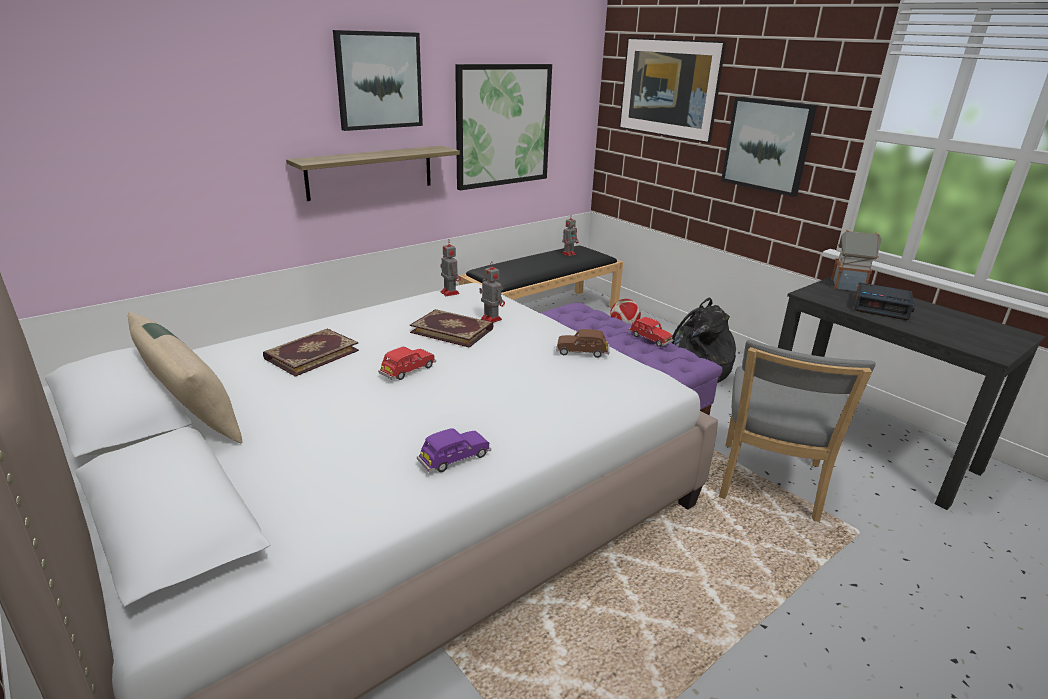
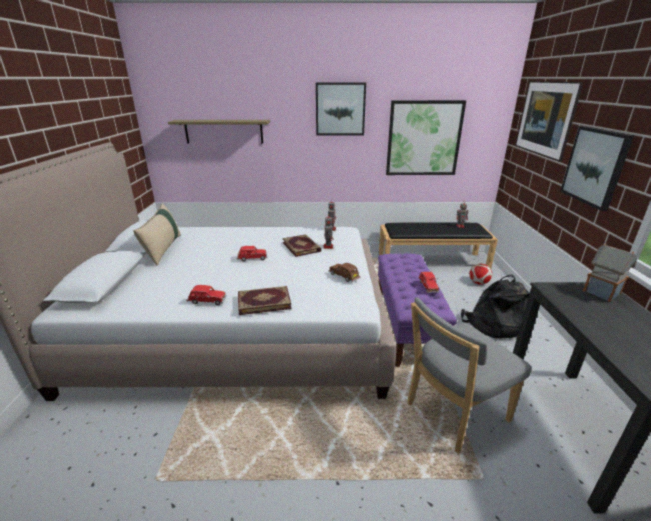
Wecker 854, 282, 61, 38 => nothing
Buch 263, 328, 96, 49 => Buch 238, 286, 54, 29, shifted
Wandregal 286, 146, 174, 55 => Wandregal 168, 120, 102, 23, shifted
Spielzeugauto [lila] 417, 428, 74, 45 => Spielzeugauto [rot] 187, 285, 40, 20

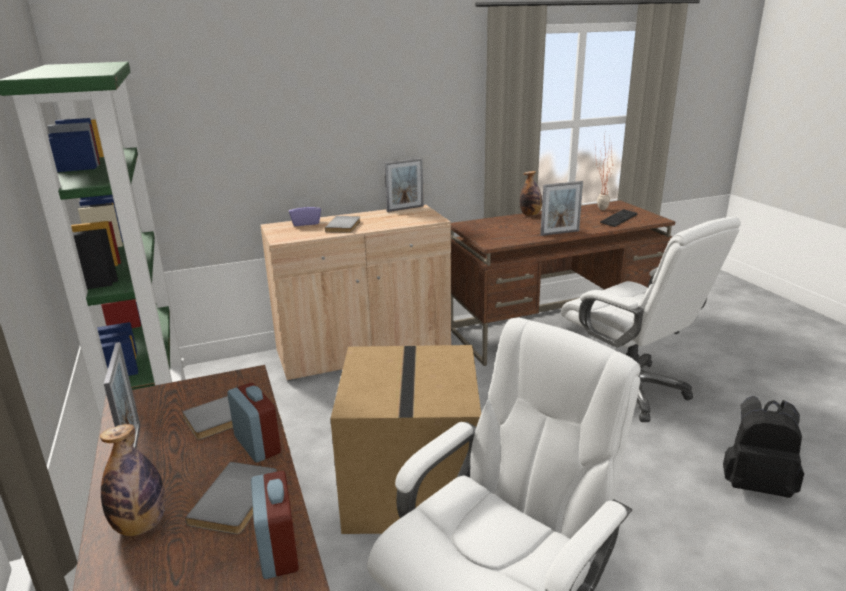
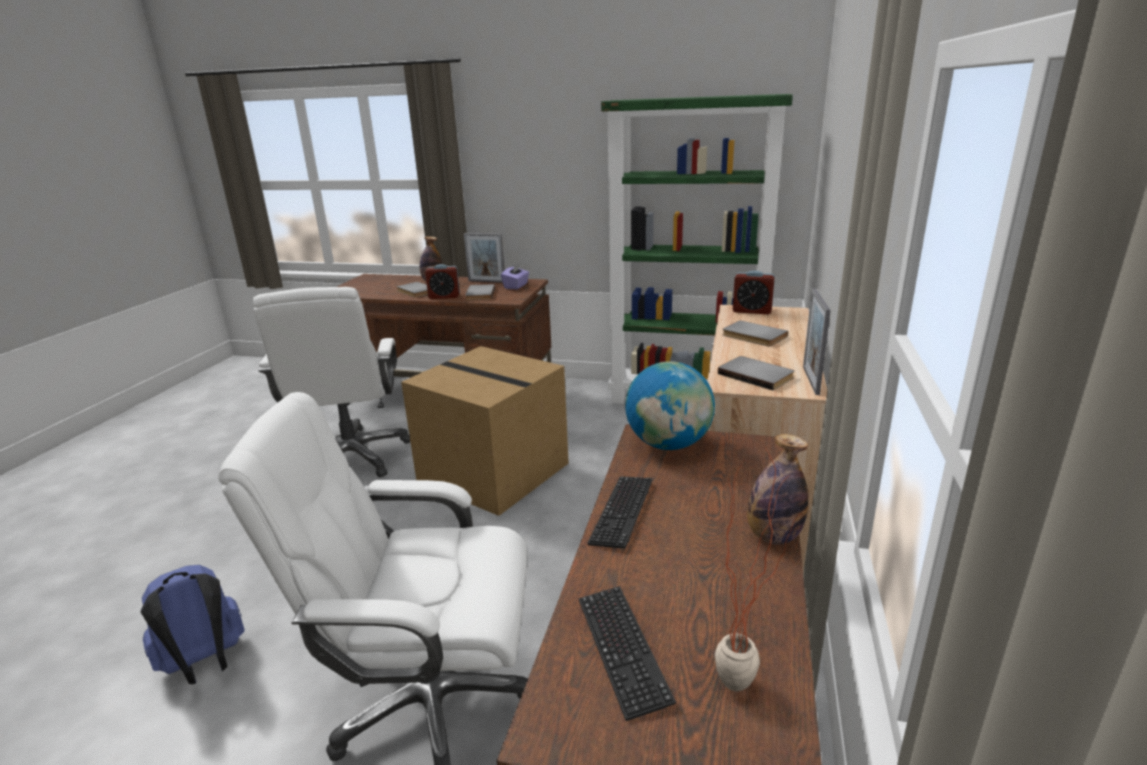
nothing => Globus 625, 361, 90, 89
nothing => Buch [grau] 718, 356, 76, 35
Wecker 251, 471, 48, 108 => Wecker 733, 271, 42, 43, shifted
Taschentuchbox [lila] 289, 199, 32, 27 => Taschentuchbox [lila] 501, 263, 28, 26, shifted
Bilderrahmen 540, 181, 43, 55 => Tastatur 587, 476, 65, 73
Rucksack [schwarz] 723, 396, 81, 102 => Rucksack [blau] 141, 565, 104, 119

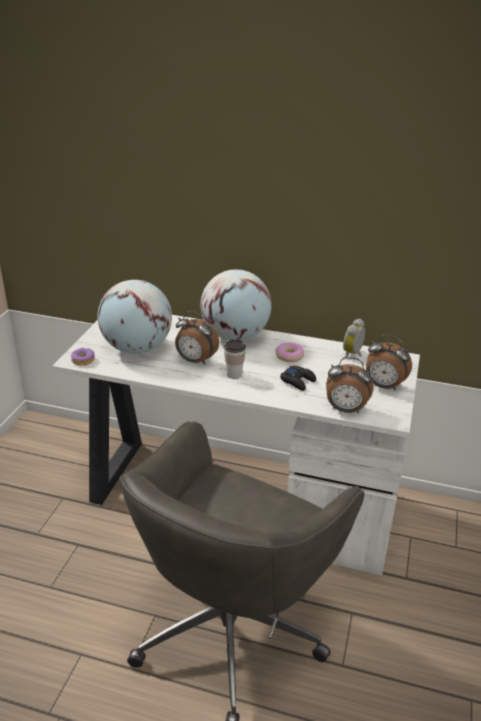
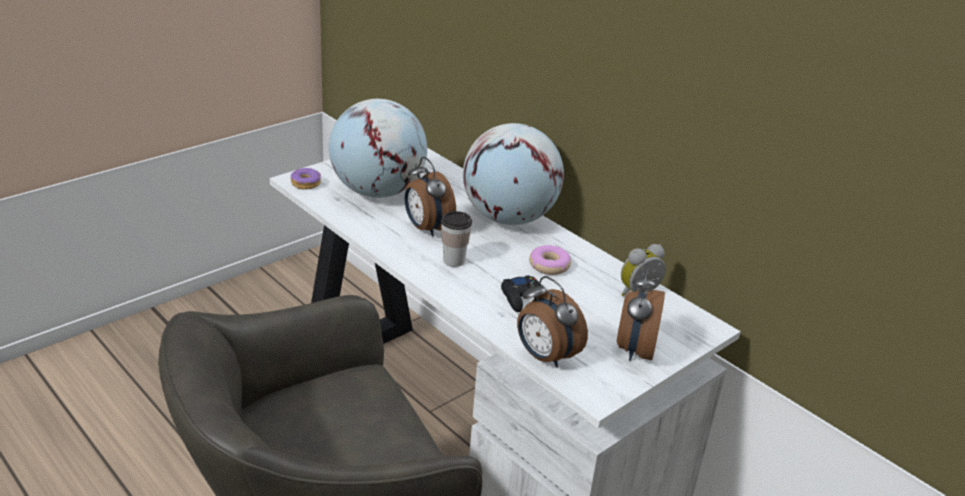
Wecker 366, 335, 46, 56 => Wecker 617, 269, 48, 92, 45 degrees clockwise

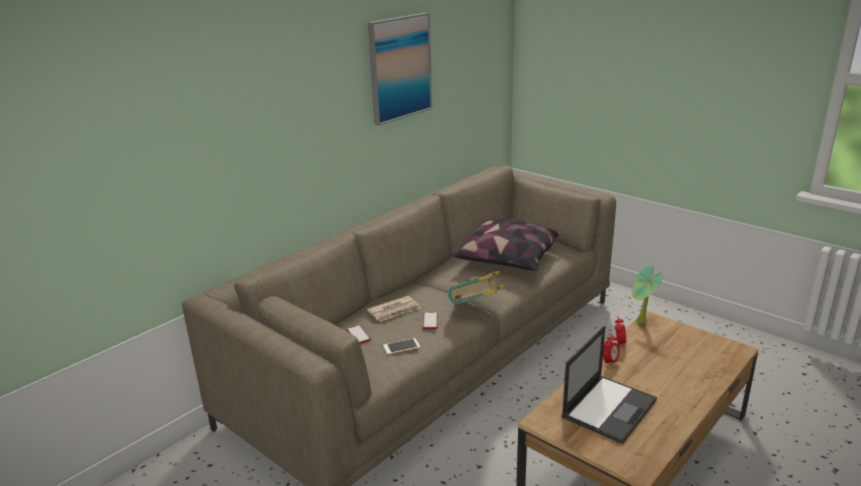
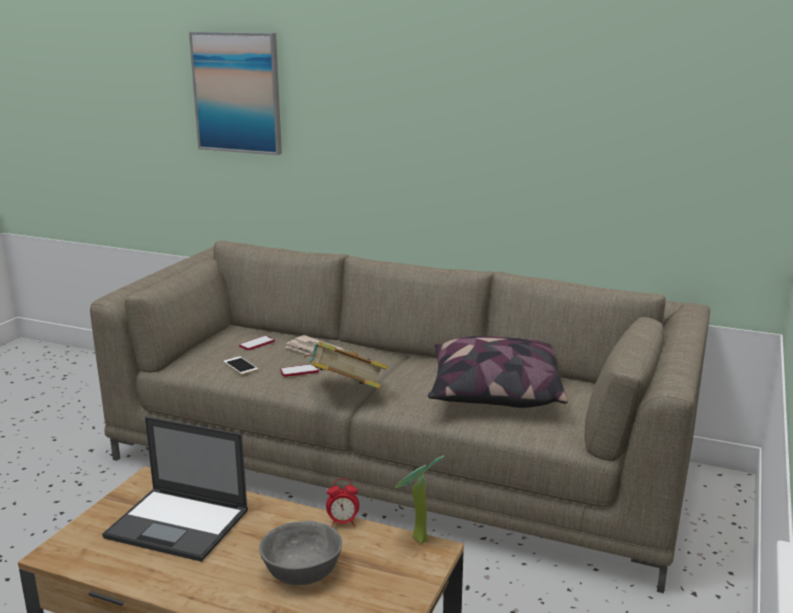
Wecker 603, 333, 16, 34 => nothing
nothing => Schüssel [grau] 259, 521, 83, 64
Bild 368, 13, 64, 113 => Bild 189, 32, 93, 123, shifted

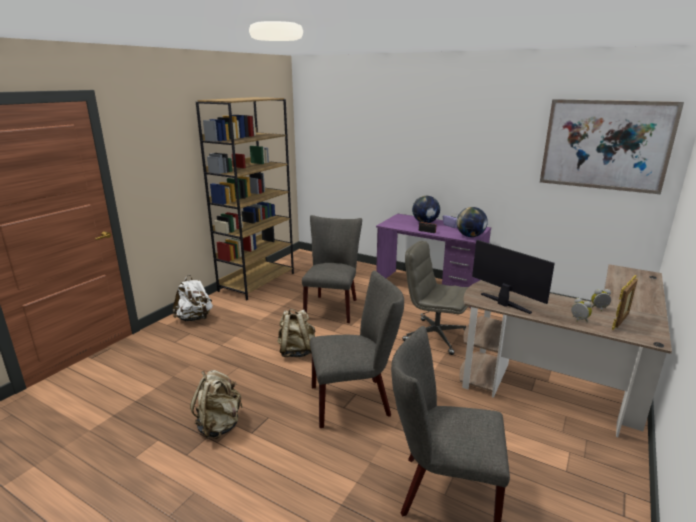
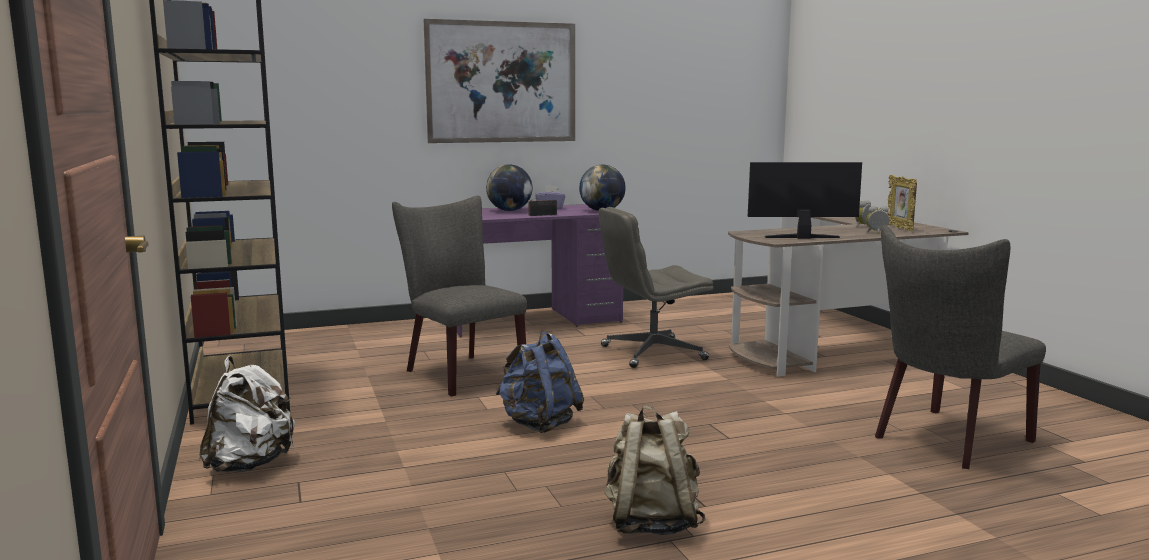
Stuhl [grau] 310, 271, 94, 157 => nothing
Bild 540, 99, 144, 95 => Bild 423, 19, 152, 124, shifted
Rucksack [beige] 277, 309, 38, 48 => Rucksack [blau] 496, 332, 88, 101

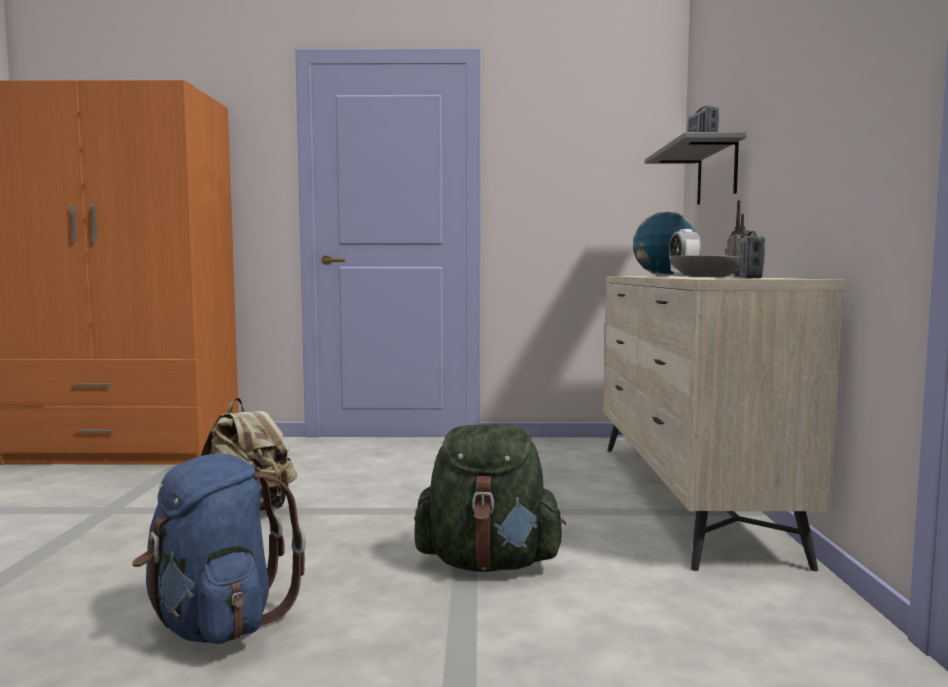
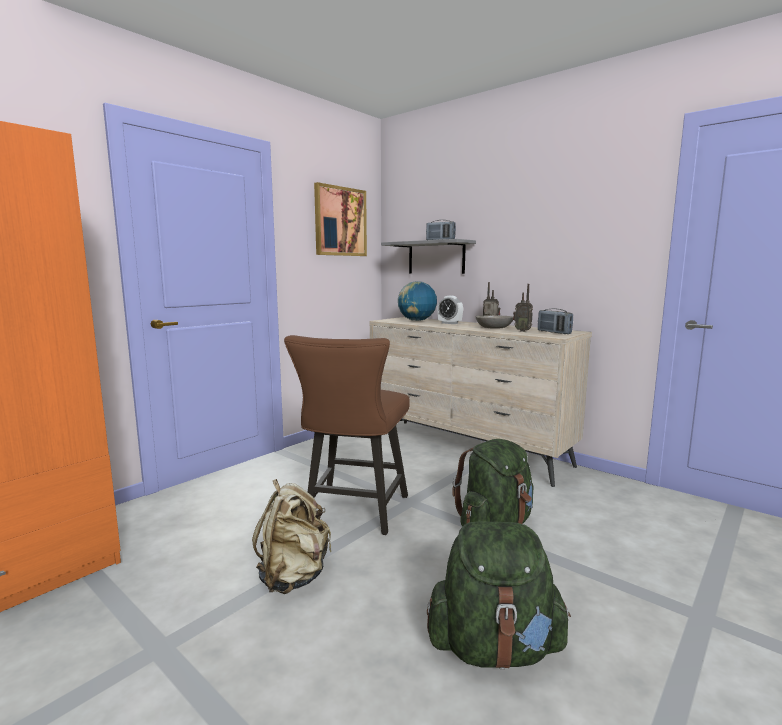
nothing => Stuhl [braun] 284, 335, 126, 200
nothing => Bild 314, 182, 53, 74
nothing => Radio 513, 284, 20, 48
Rucksack [blau] 132, 454, 174, 190 => Rucksack [grün] 427, 521, 144, 149

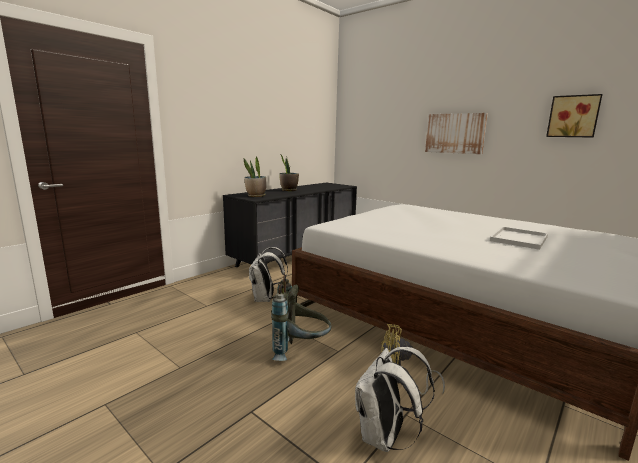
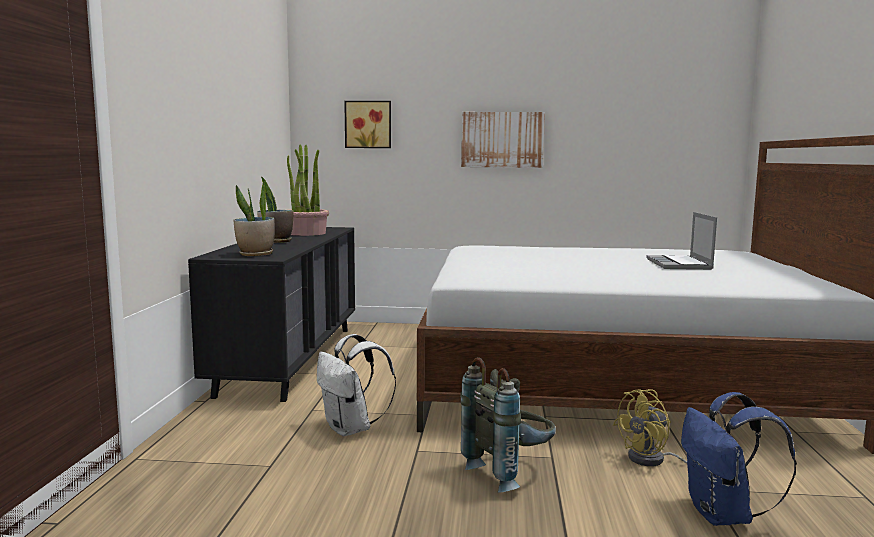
nothing => Topfpflanze 287, 145, 42, 91
Bild 546, 94, 57, 44 => Bild 344, 101, 47, 47, shifted
Tablett [weiß] 490, 227, 58, 23 => Laptop 646, 212, 71, 58
Rucksack [weiß] 355, 347, 80, 105 => Rucksack [blau] 681, 392, 116, 134

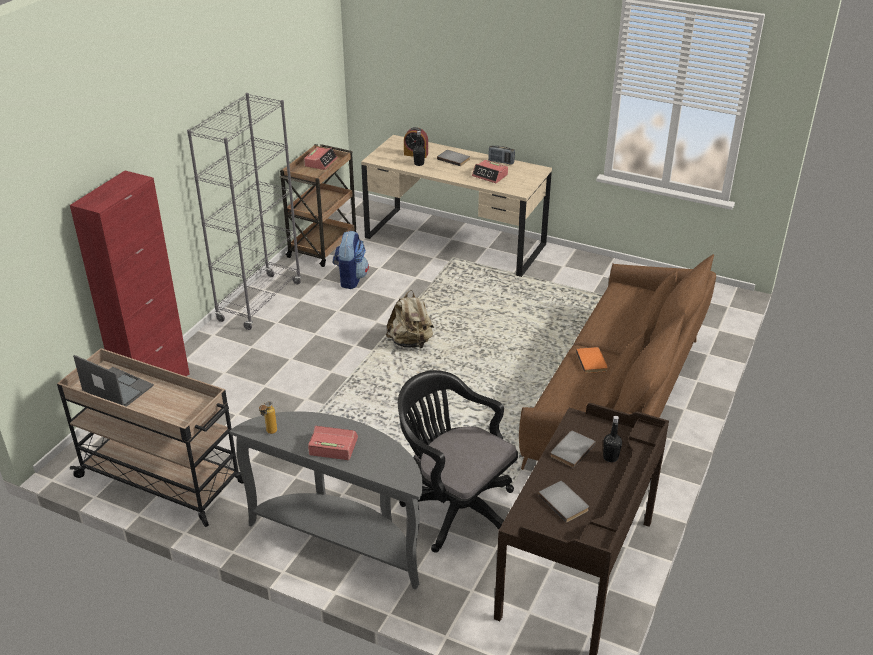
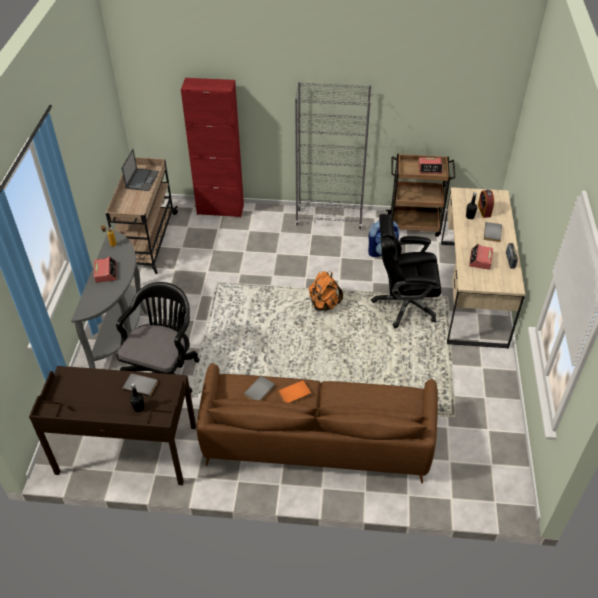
nothing => Bürostuhl [schwarz] 371, 214, 70, 114
Buch [grau] 538, 481, 51, 42 => Buch [grau] 243, 376, 32, 25, shifted
Rucksack [beige] 386, 290, 48, 59 => Rucksack [orange] 309, 271, 34, 40

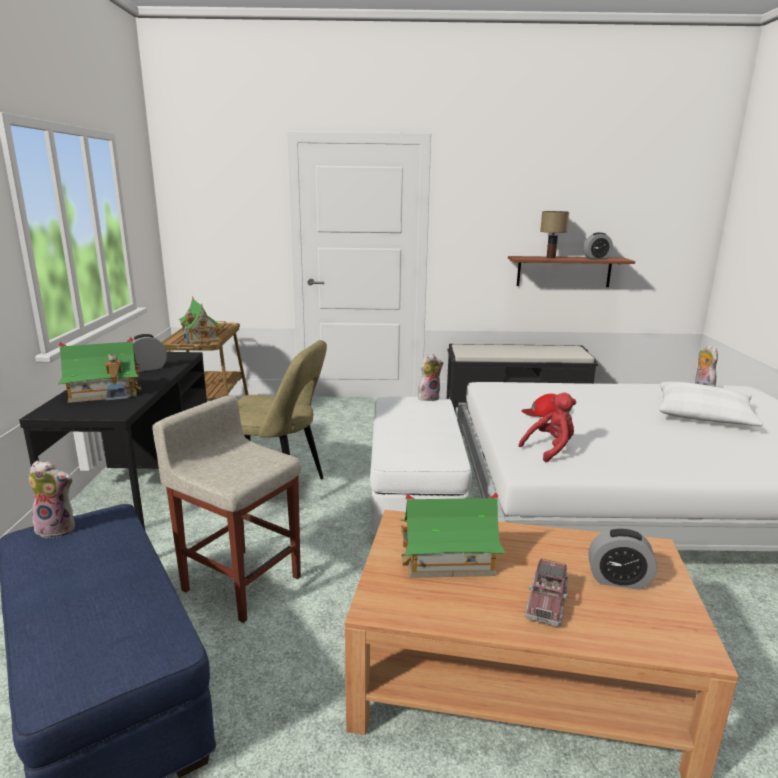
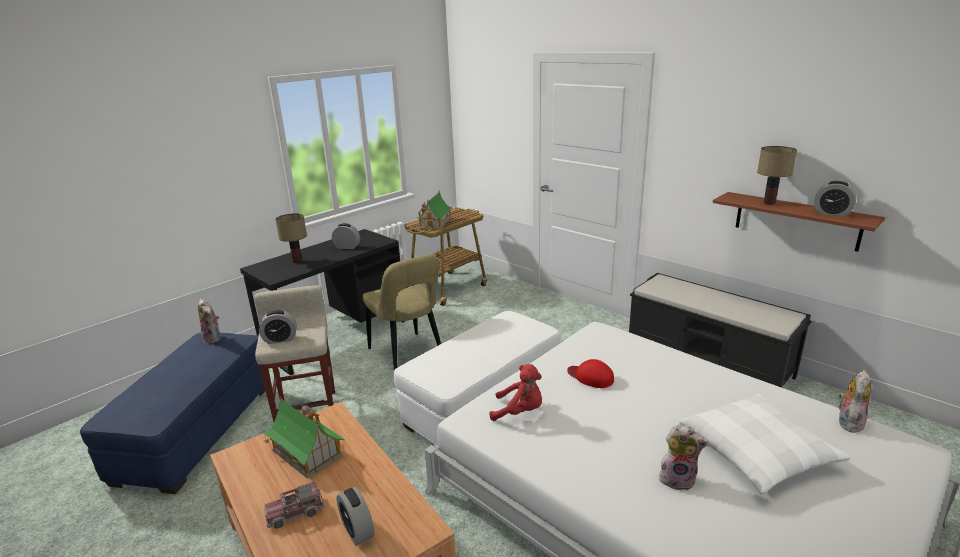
nothing => Wecker 259, 310, 38, 34
Plüschtier 418, 354, 25, 47 => Plüschtier 659, 424, 50, 67, shifted
Spielzeughaus 58, 337, 84, 66 => Tischlampe 275, 213, 32, 50

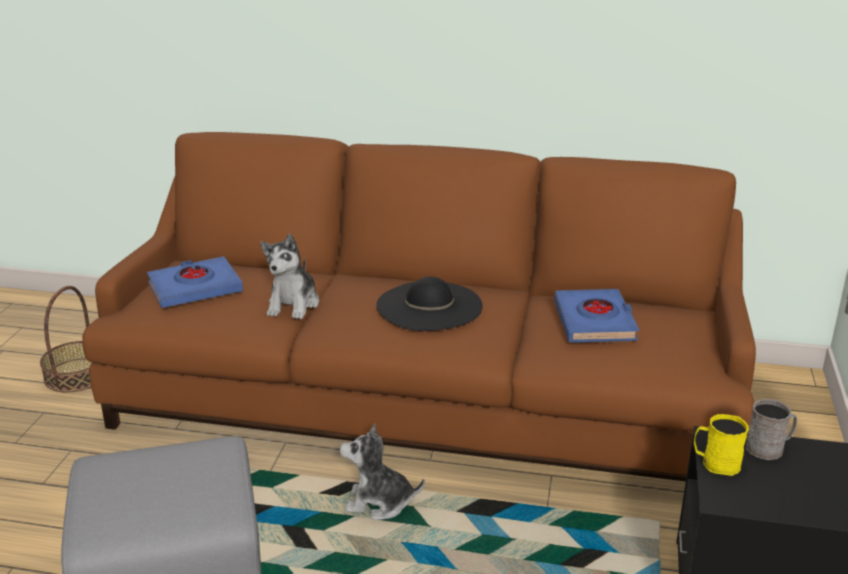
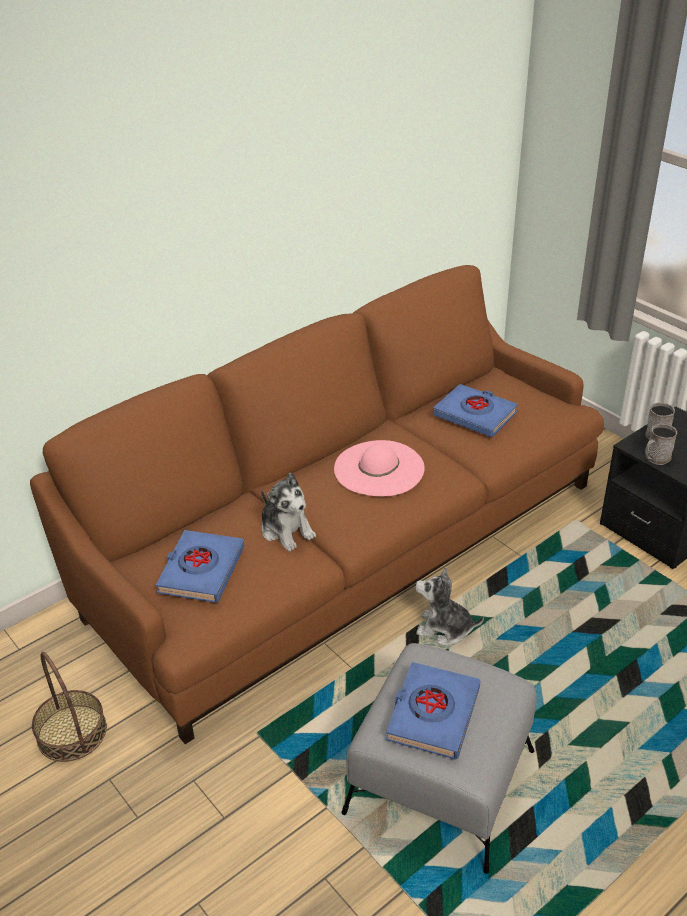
nothing => Buch [blau] 385, 662, 95, 98
Hut [schwarz] 376, 276, 107, 55 => Hut [rosa] 334, 440, 91, 56
Henkelbecher [gelb] 694, 414, 55, 62 => Henkelbecher [grau] 645, 424, 32, 41
Plüschtier 340, 423, 85, 97 => Plüschtier 415, 566, 69, 79, 60 degrees clockwise

